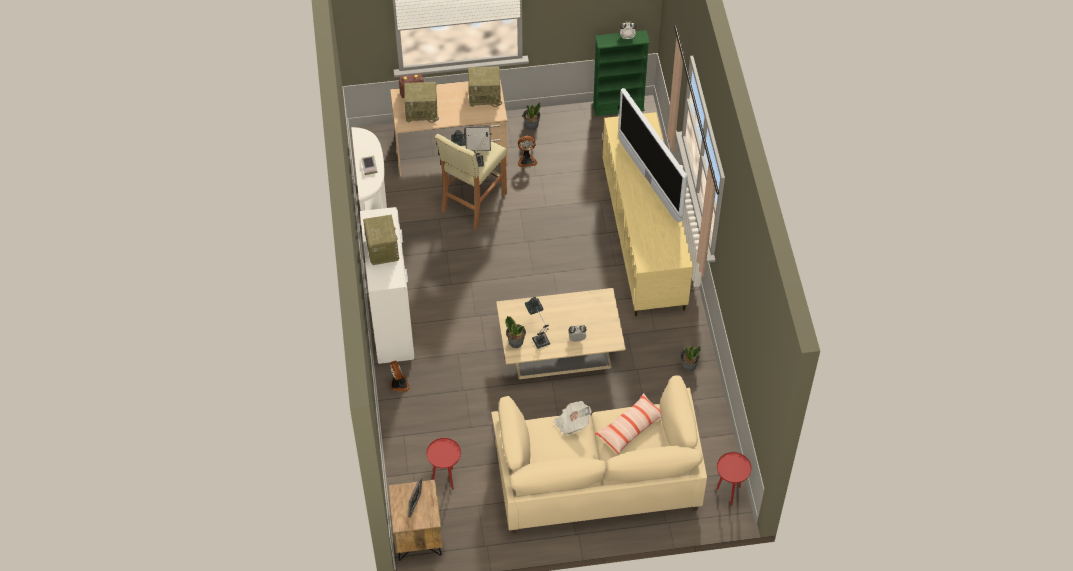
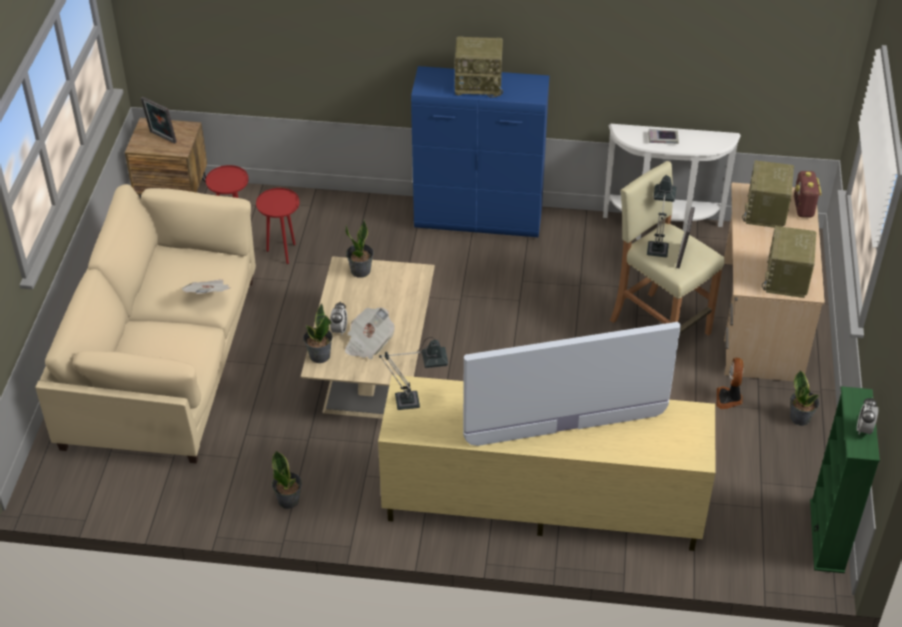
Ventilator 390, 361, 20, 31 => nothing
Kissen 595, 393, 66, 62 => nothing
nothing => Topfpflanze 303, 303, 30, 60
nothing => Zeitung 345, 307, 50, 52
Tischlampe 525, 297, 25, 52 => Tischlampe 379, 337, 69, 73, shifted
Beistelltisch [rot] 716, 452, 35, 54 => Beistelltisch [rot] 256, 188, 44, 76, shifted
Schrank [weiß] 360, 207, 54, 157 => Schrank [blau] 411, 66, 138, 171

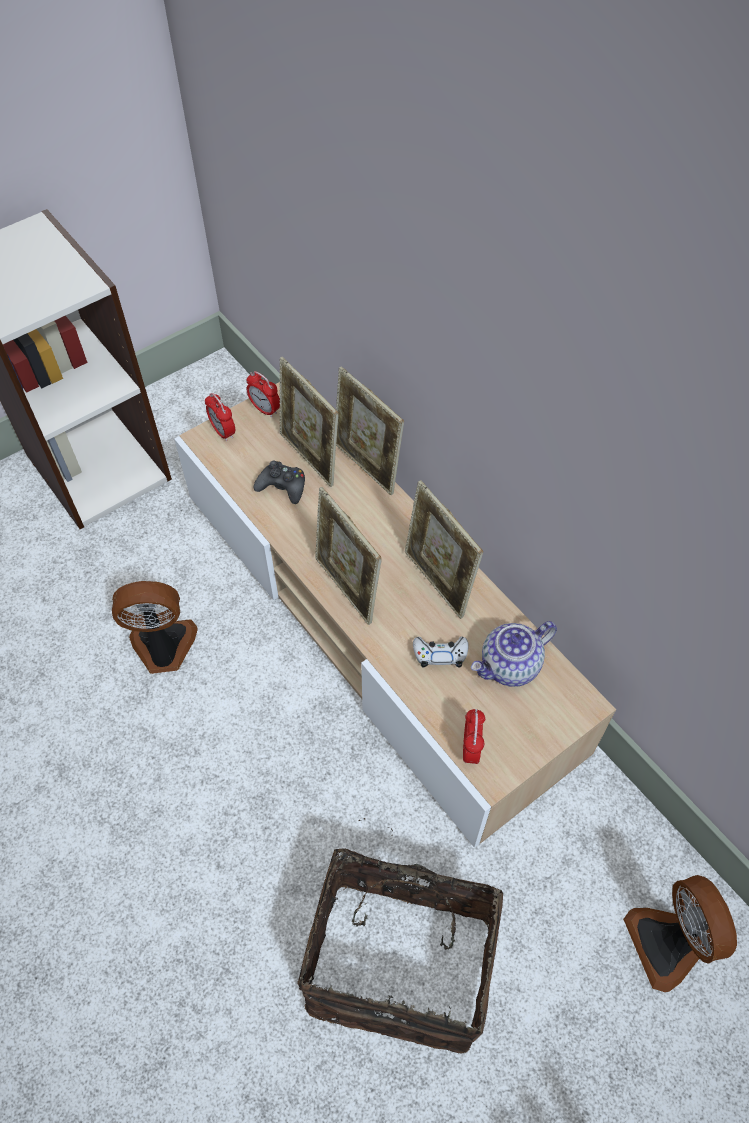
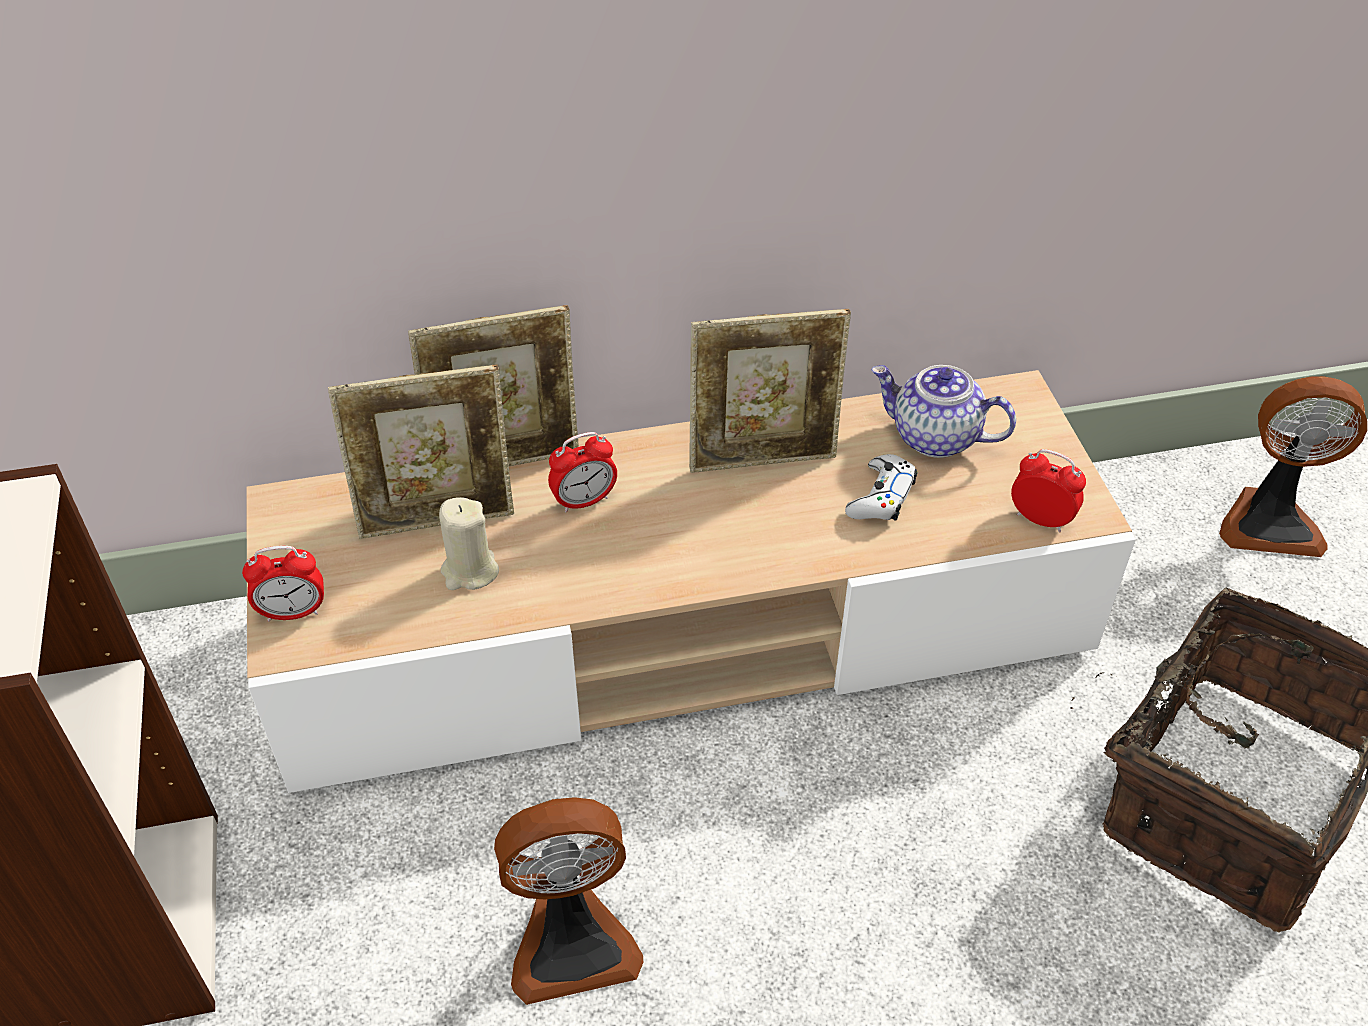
Bilderrahmen 315, 487, 67, 138 => nothing
Wecker 246, 371, 34, 47 => Wecker 548, 432, 69, 80, shifted
Gamepad [schwarz] 254, 461, 51, 43 => Kerze [beige] 439, 497, 60, 93
Ventilator 112, 581, 86, 93 => Ventilator 494, 797, 150, 208, 120 degrees counterclockwise
Teekanne 471, 621, 86, 66 => Teekanne 871, 365, 145, 93, 120 degrees clockwise

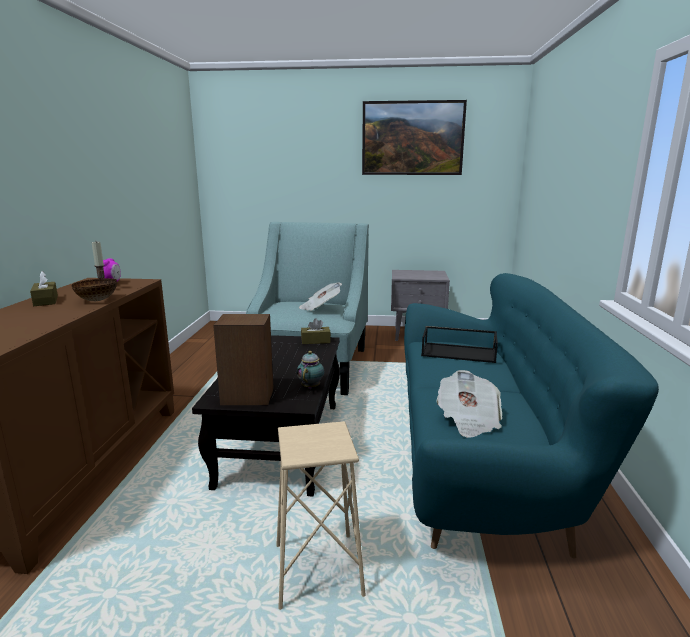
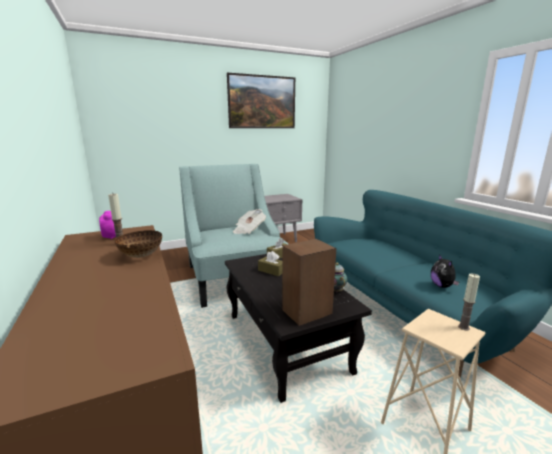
Tablett [schwarz] 421, 326, 77, 37 => nothing
nothing => Kerze 458, 274, 22, 57
Taschentuchbox [braun] 30, 271, 28, 35 => Taschentuchbox [braun] 258, 251, 24, 25, shifted
Zeitung 436, 370, 66, 68 => Plüschtier 431, 254, 28, 34

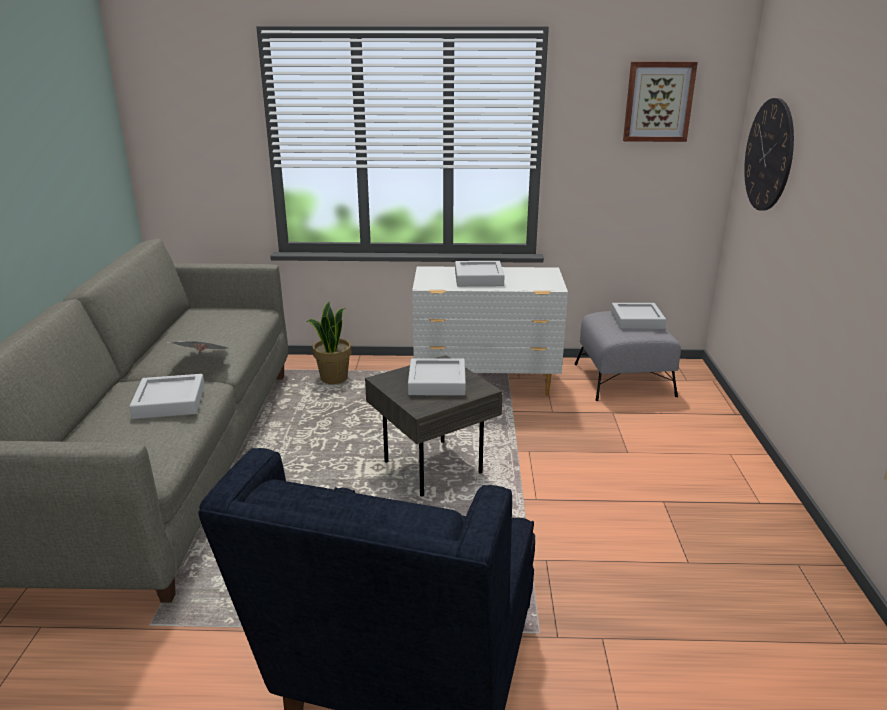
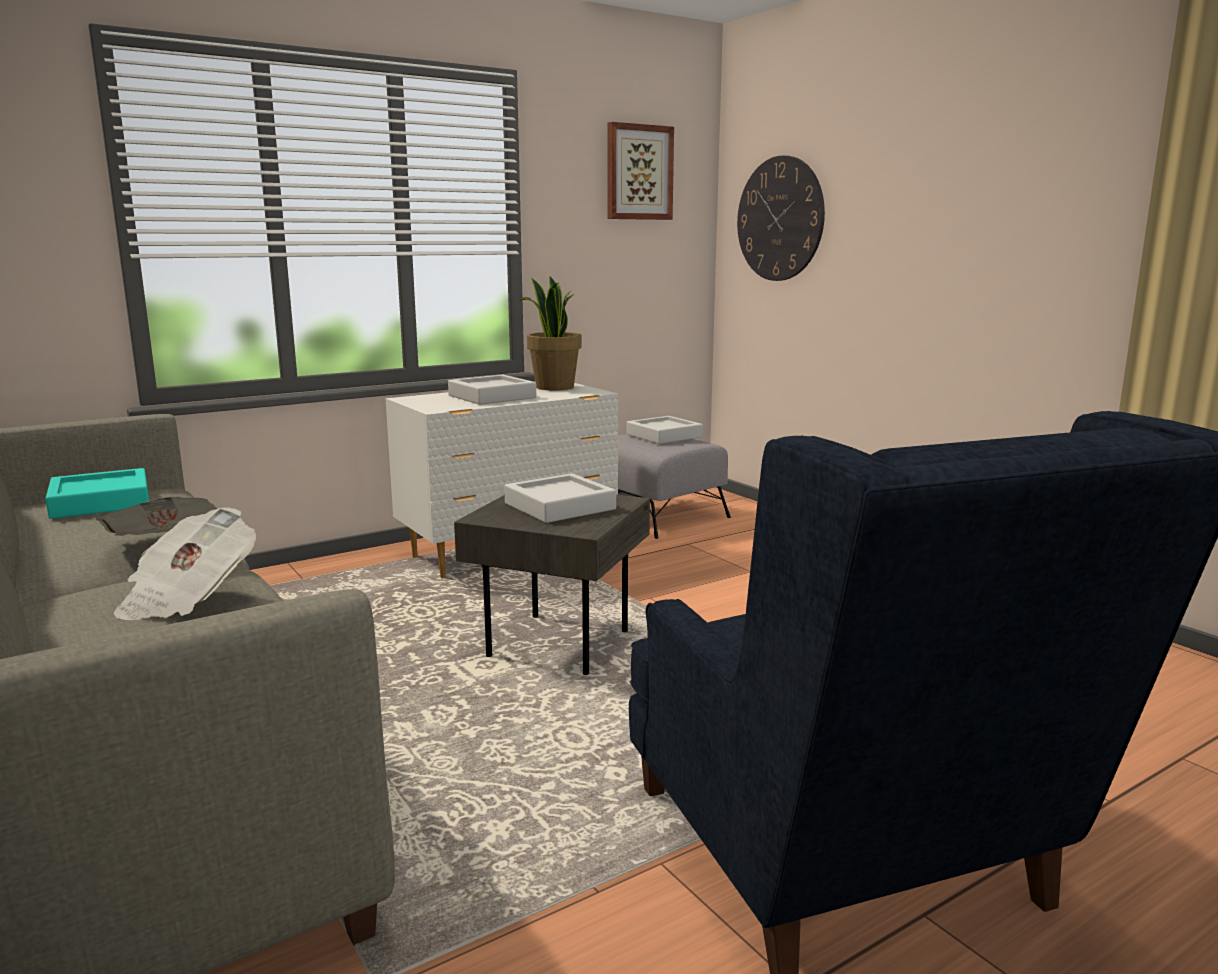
nothing => Tablett [türkis] 46, 468, 103, 51
Topfpflanze 307, 302, 45, 82 => Topfpflanze 519, 276, 63, 115, shifted
Tablett [grau] 129, 374, 76, 45 => Zeitung 114, 507, 142, 113

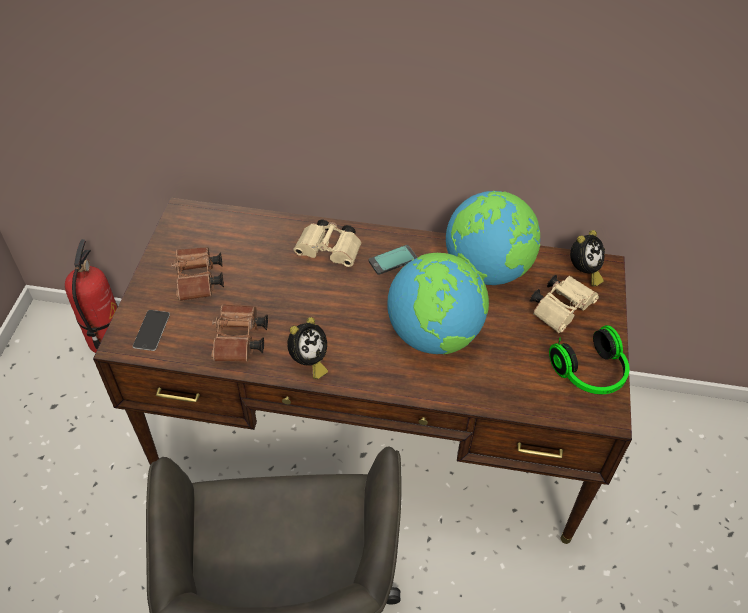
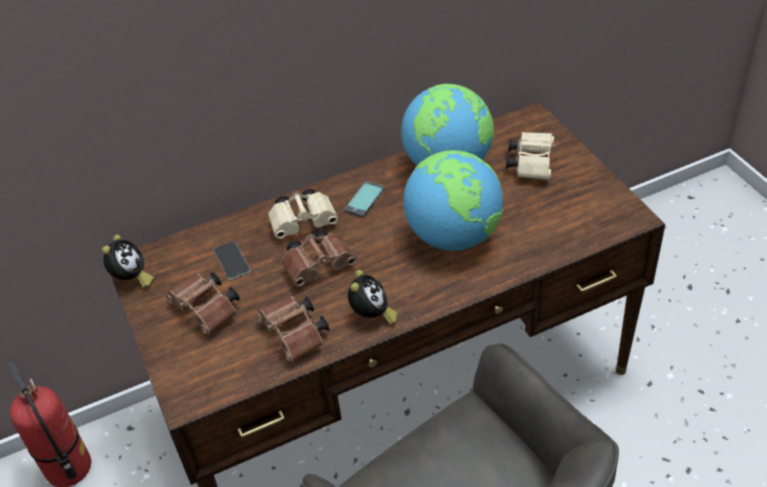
Kopfhörer 549, 325, 81, 69 => nothing
nothing => Fernglas [braun] 282, 230, 75, 56
Handy 133, 310, 37, 41 => Handy 213, 241, 38, 39, shifted
Wecker 570, 230, 35, 56 => Wecker 102, 234, 52, 54, shifted

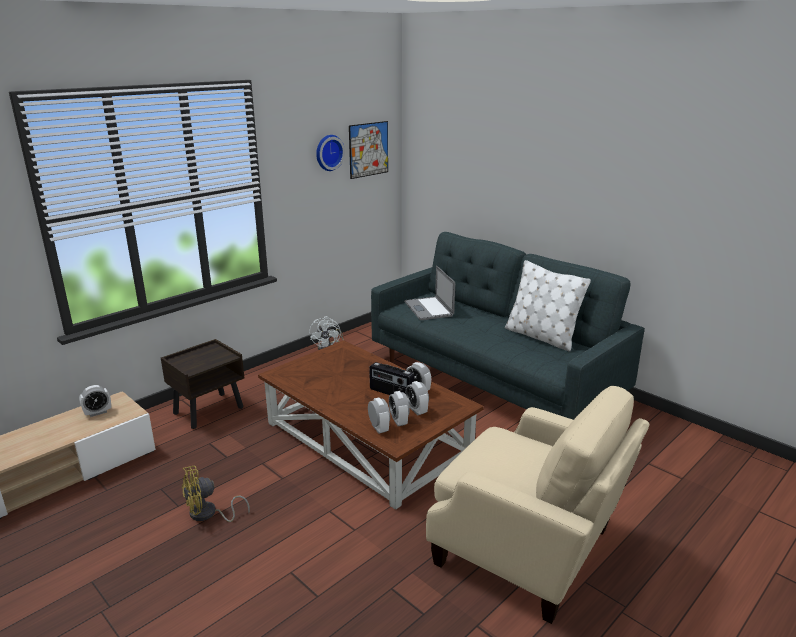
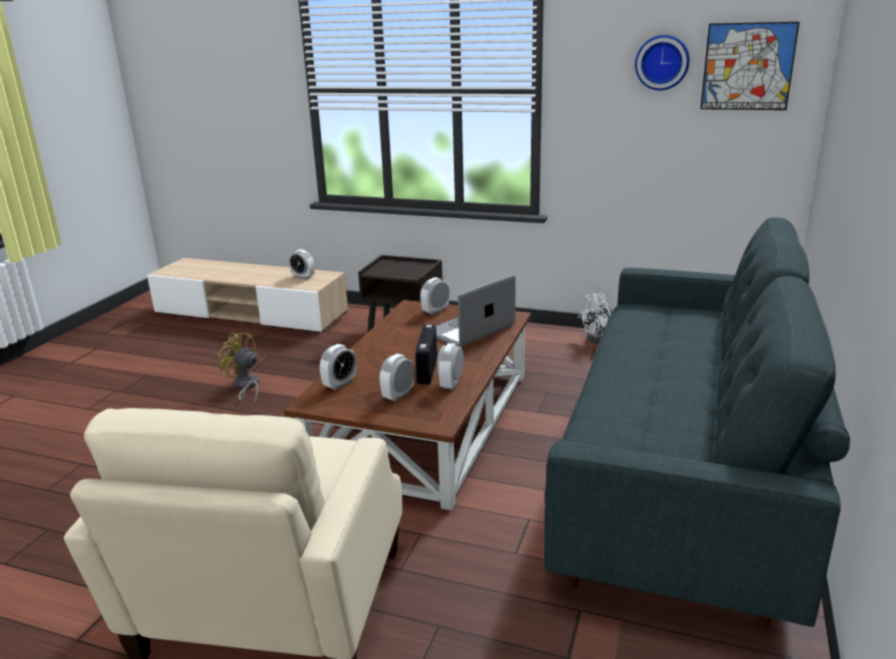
Kissen [weiß] 505, 260, 86, 92 => nothing
Wecker 389, 391, 20, 35 => Wecker 420, 277, 30, 38, shifted
Laptop 404, 266, 51, 54 => Laptop 436, 274, 80, 73, shifted

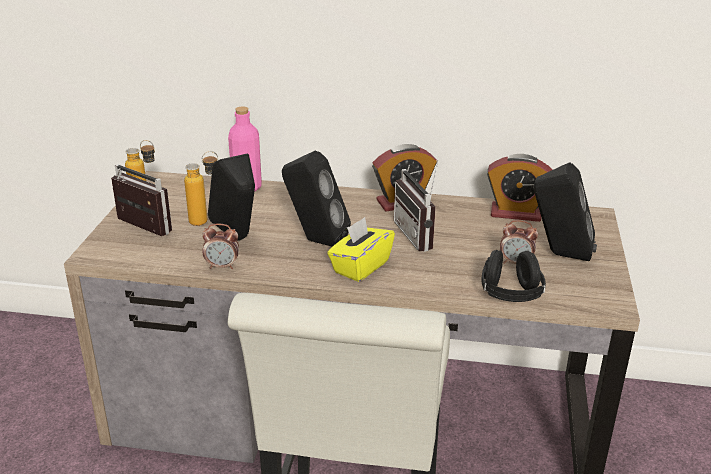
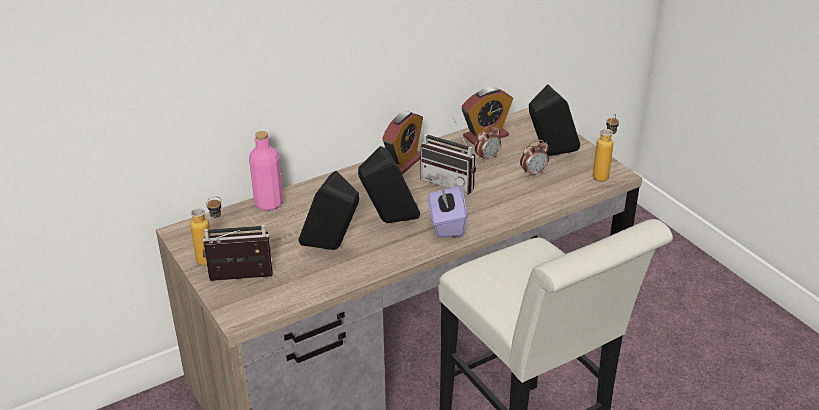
Kopfhörer [schwarz] 481, 250, 65, 52 => nothing
Flasche 184, 151, 34, 75 => Flasche 593, 114, 26, 68, shifted
Wecker 202, 224, 37, 45 => Wecker 475, 124, 26, 39, shifted
Taschentuchbox [gelb] 327, 217, 68, 65 => Taschentuchbox [lila] 428, 186, 39, 52

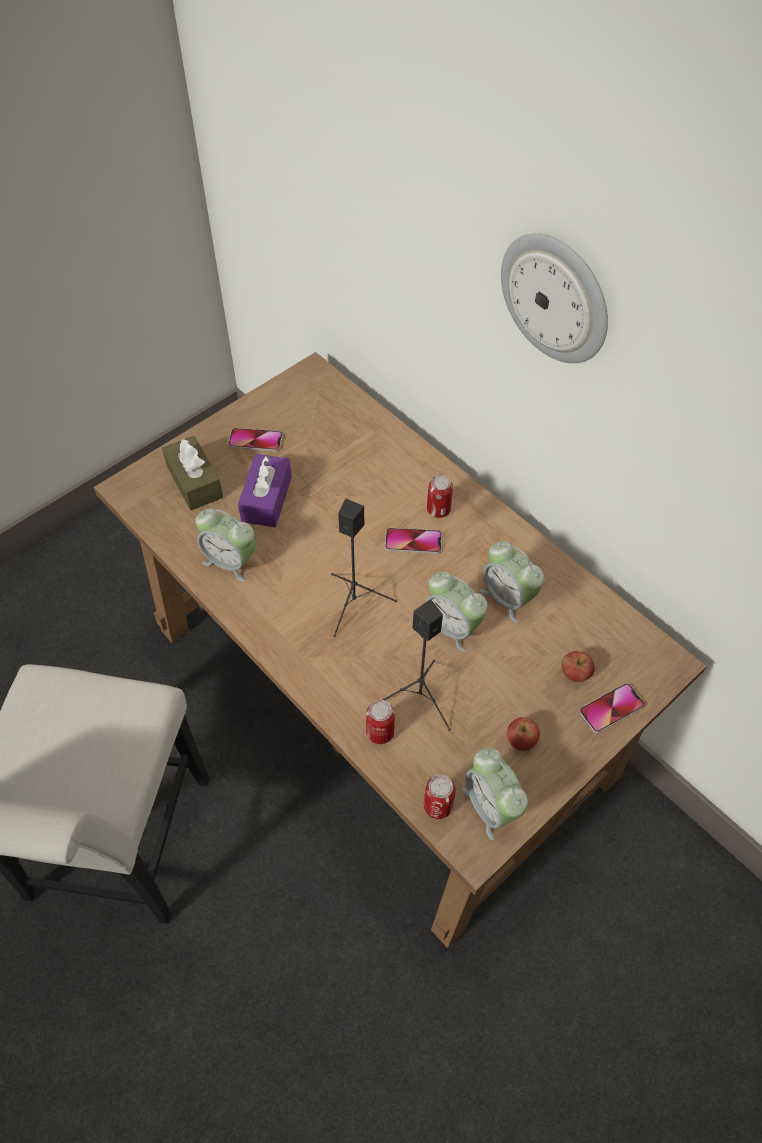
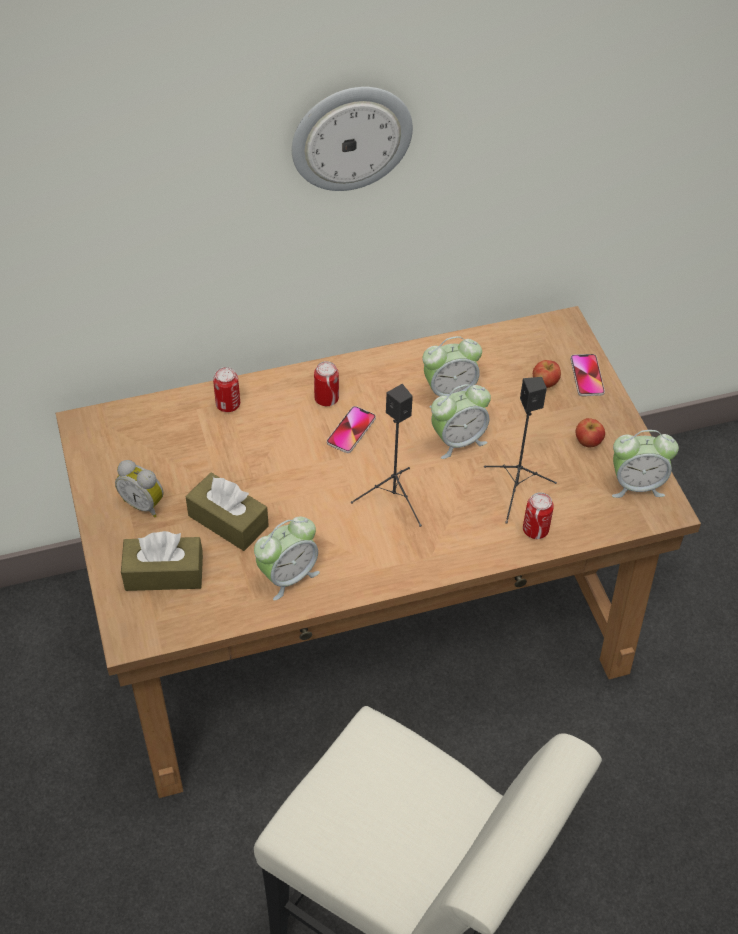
Dose 424, 775, 32, 44 => Dose 213, 367, 27, 45, shifted
Handy 228, 428, 55, 24 => Wecker 115, 460, 48, 57
Taschentuchbox [lila] 238, 454, 54, 73 => Taschentuchbox [braun] 186, 473, 83, 78

